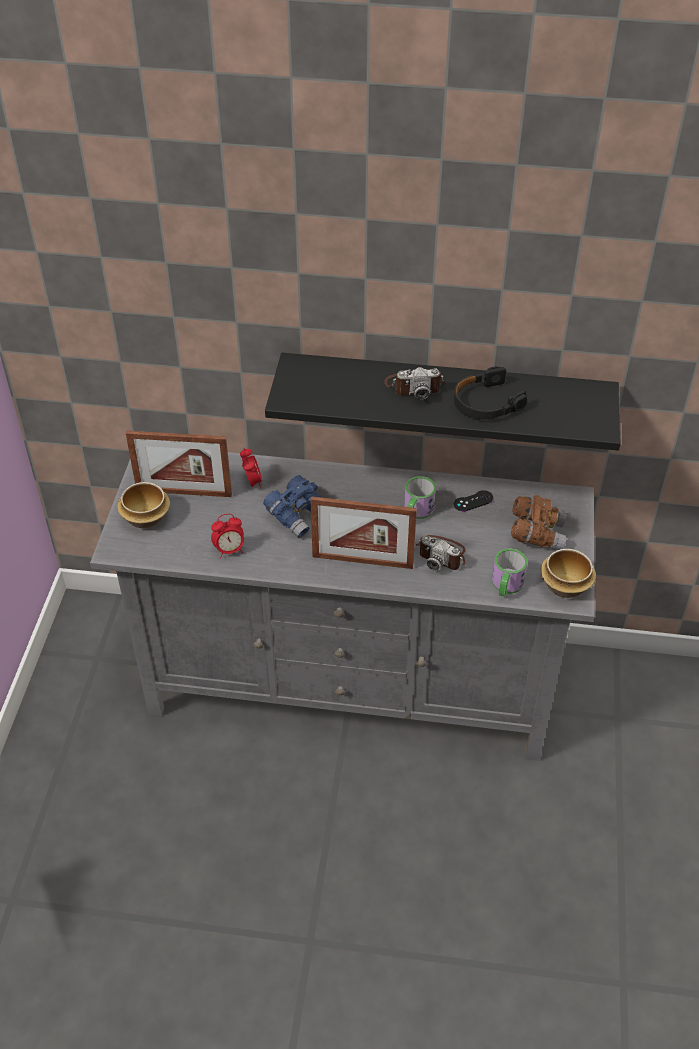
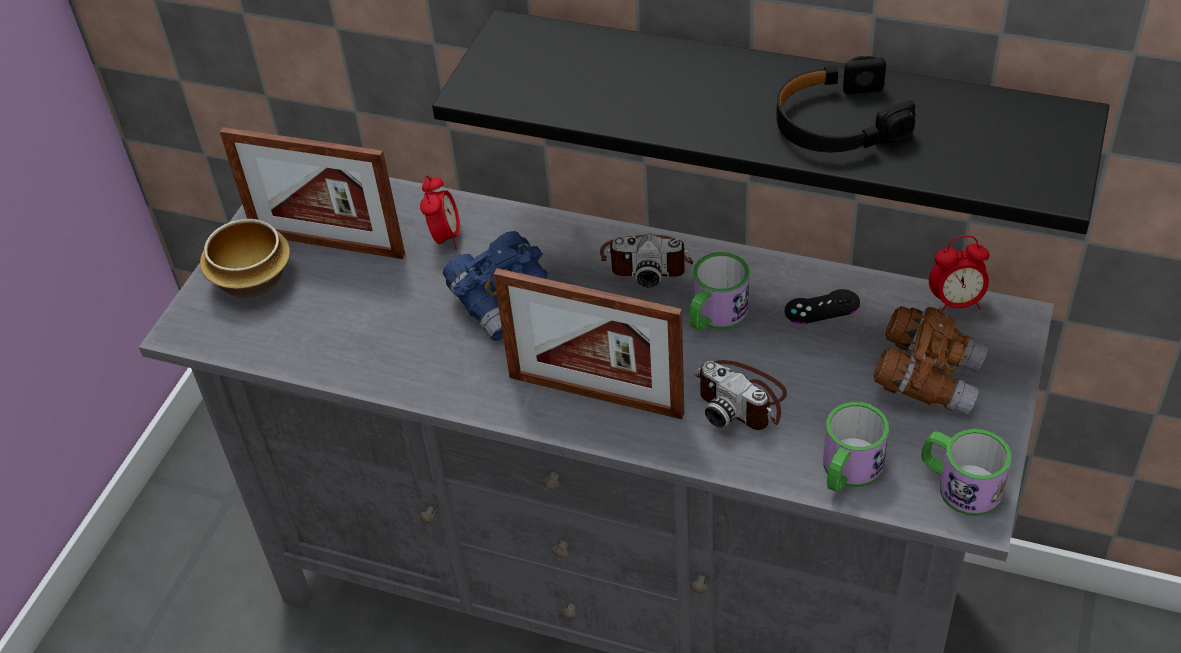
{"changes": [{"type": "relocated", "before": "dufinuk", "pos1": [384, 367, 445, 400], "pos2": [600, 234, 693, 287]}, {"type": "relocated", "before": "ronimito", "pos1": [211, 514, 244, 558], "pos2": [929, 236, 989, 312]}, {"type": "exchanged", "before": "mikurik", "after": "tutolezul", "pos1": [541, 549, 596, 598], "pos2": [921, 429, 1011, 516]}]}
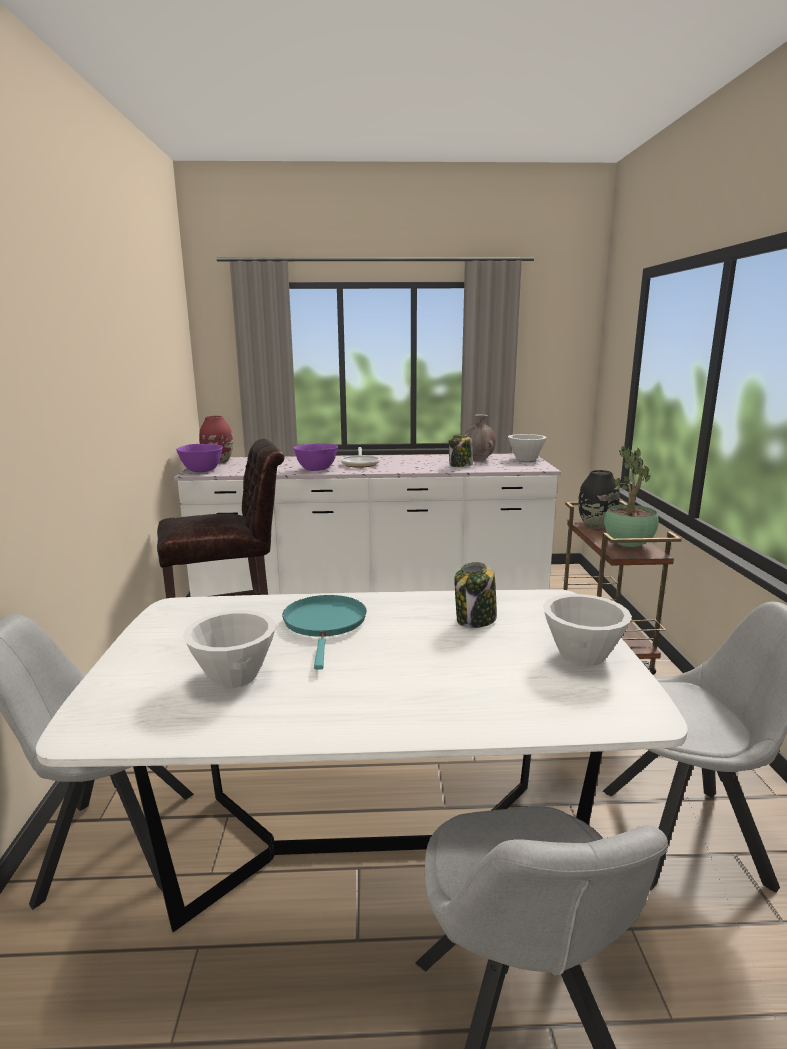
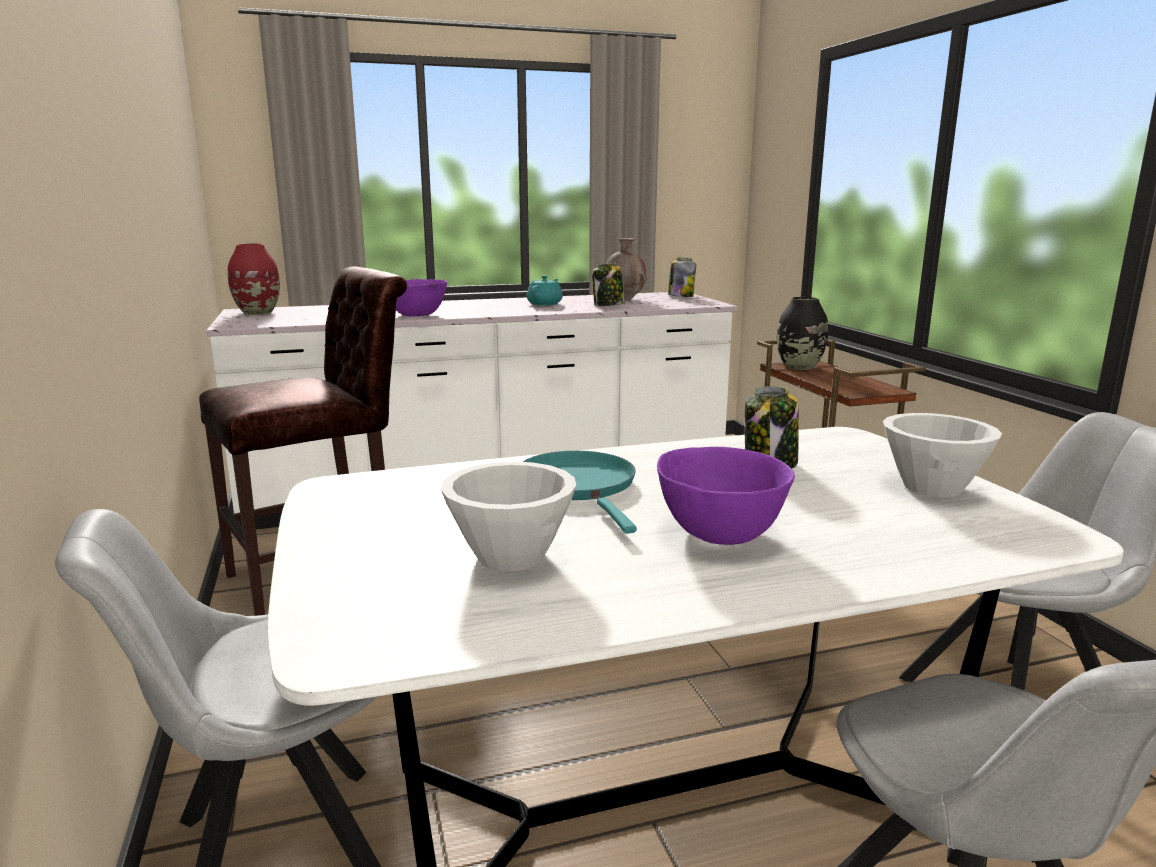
{"changes": [{"type": "exchanged", "before": "mikurik (white)", "after": "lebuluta", "pos1": [508, 434, 547, 461], "pos2": [668, 257, 696, 297]}, {"type": "relocated", "before": "mikurik (purple)", "pos1": [176, 444, 223, 472], "pos2": [657, 447, 795, 545]}, {"type": "missing", "before": "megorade", "pos1": [604, 446, 659, 547]}, {"type": "missing", "before": "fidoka", "pos1": [341, 447, 380, 468]}, {"type": "appeared", "after": "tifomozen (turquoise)", "pos2": [527, 275, 563, 305]}]}
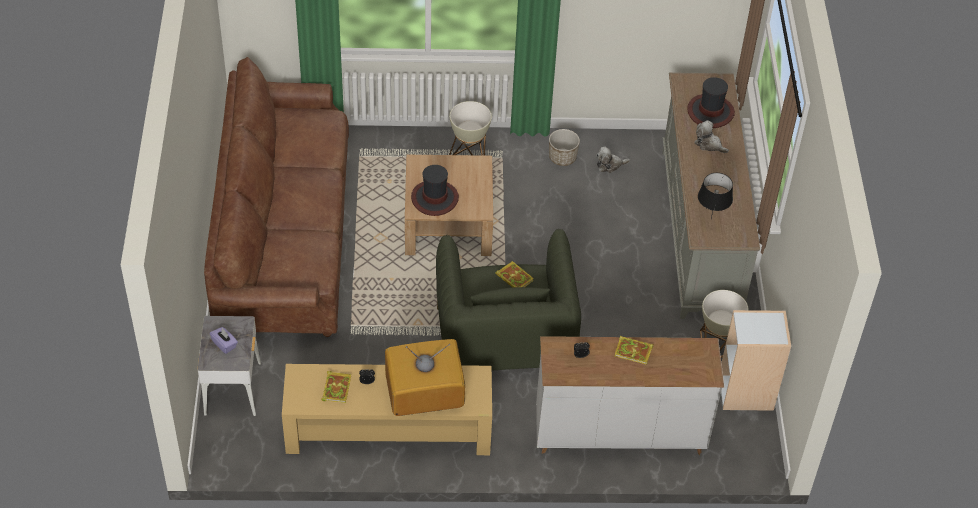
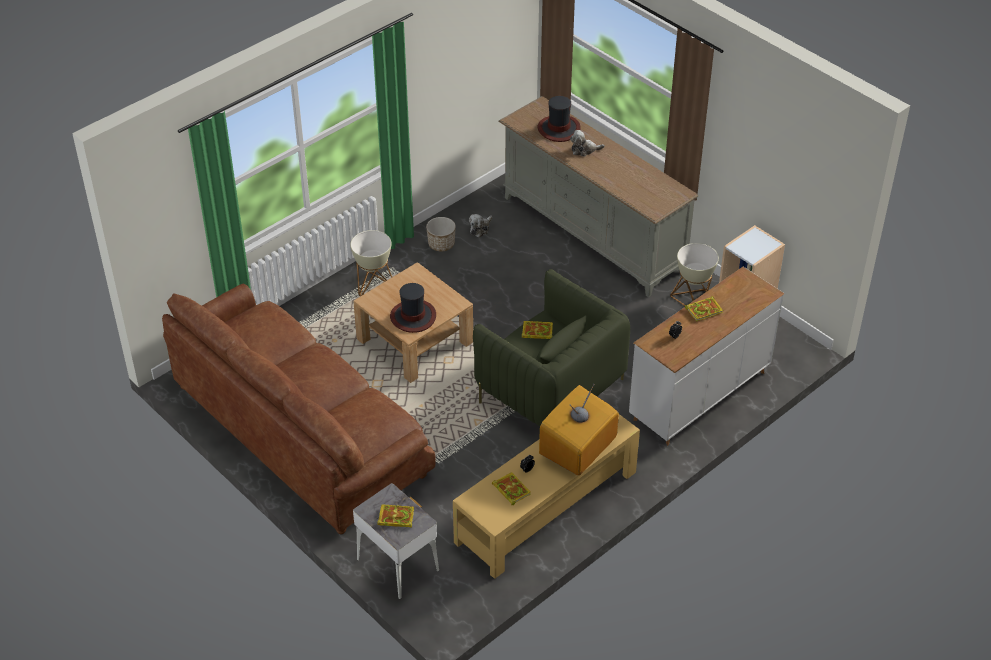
{"changes": [{"type": "missing", "before": "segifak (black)", "pos1": [698, 173, 733, 219]}, {"type": "exchanged", "before": "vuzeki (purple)", "after": "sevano", "pos1": [210, 327, 238, 354], "pos2": [377, 504, 414, 528]}]}
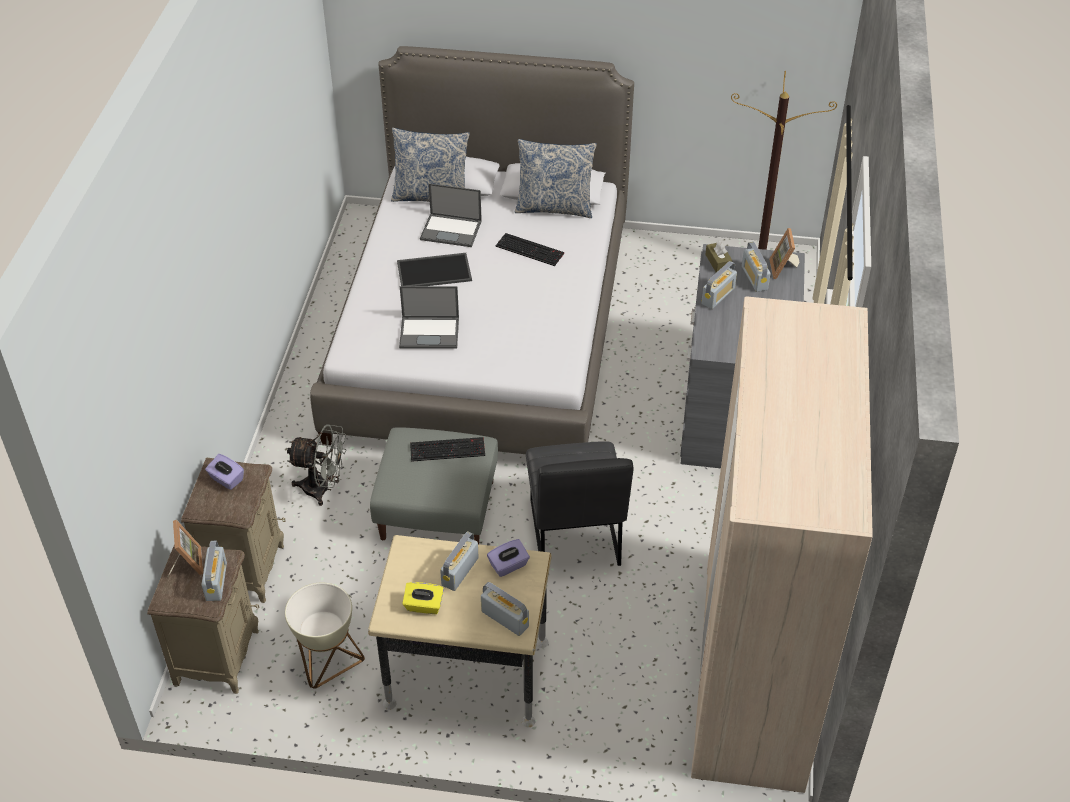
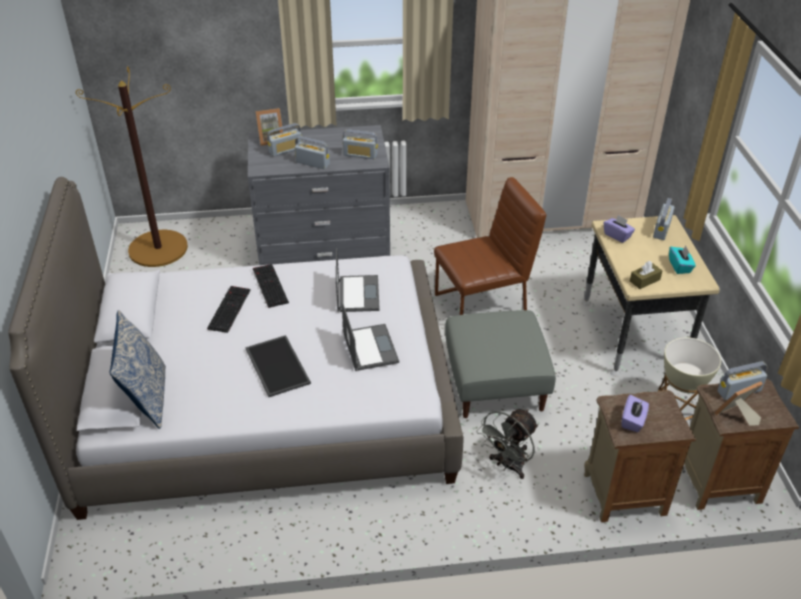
{"changes": [{"type": "missing", "before": "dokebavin", "pos1": [515, 139, 597, 218]}, {"type": "relocated", "before": "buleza", "pos1": [420, 183, 482, 247], "pos2": [336, 248, 380, 312]}, {"type": "relocated", "before": "vuzeki (brown)", "pos1": [705, 241, 732, 273], "pos2": [630, 261, 662, 289]}, {"type": "spun", "before": "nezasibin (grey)", "pos1": [287, 424, 346, 506], "pos2": [477, 409, 538, 479], "turn": -135}, {"type": "relocated", "before": "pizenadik", "pos1": [410, 437, 485, 462], "pos2": [253, 264, 289, 308]}, {"type": "colour", "before": "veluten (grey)", "after": "veluten (brown)", "pos1": [526, 441, 634, 566], "pos2": [434, 177, 546, 315]}, {"type": "relocated", "before": "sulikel", "pos1": [440, 531, 479, 591], "pos2": [343, 129, 378, 159]}, {"type": "colour", "before": "vuzeki (yellow)", "after": "vuzeki (turquoise)", "pos1": [402, 582, 444, 614], "pos2": [669, 246, 696, 274]}]}
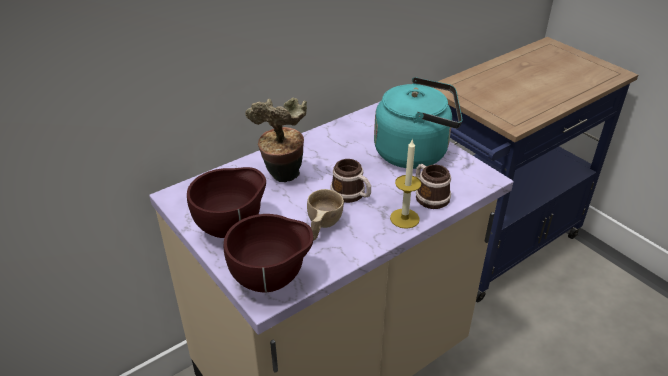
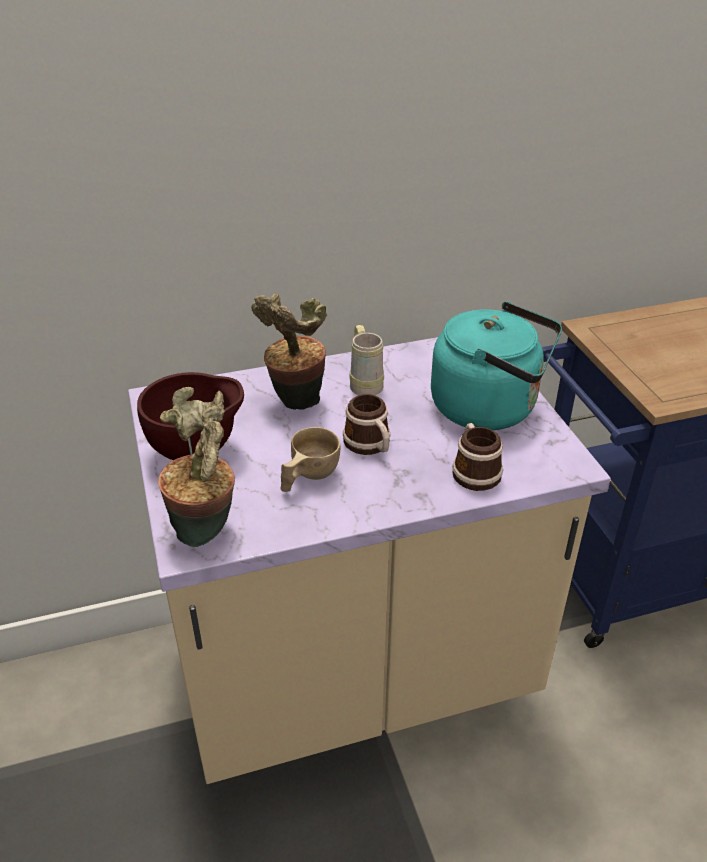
{"changes": [{"type": "missing", "before": "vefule", "pos1": [390, 138, 421, 229]}, {"type": "exchanged", "before": "mikurik (brown)", "after": "megorade", "pos1": [224, 214, 313, 292], "pos2": [158, 387, 235, 547]}, {"type": "appeared", "after": "tutolezul (beige)", "pos2": [349, 325, 384, 395]}]}
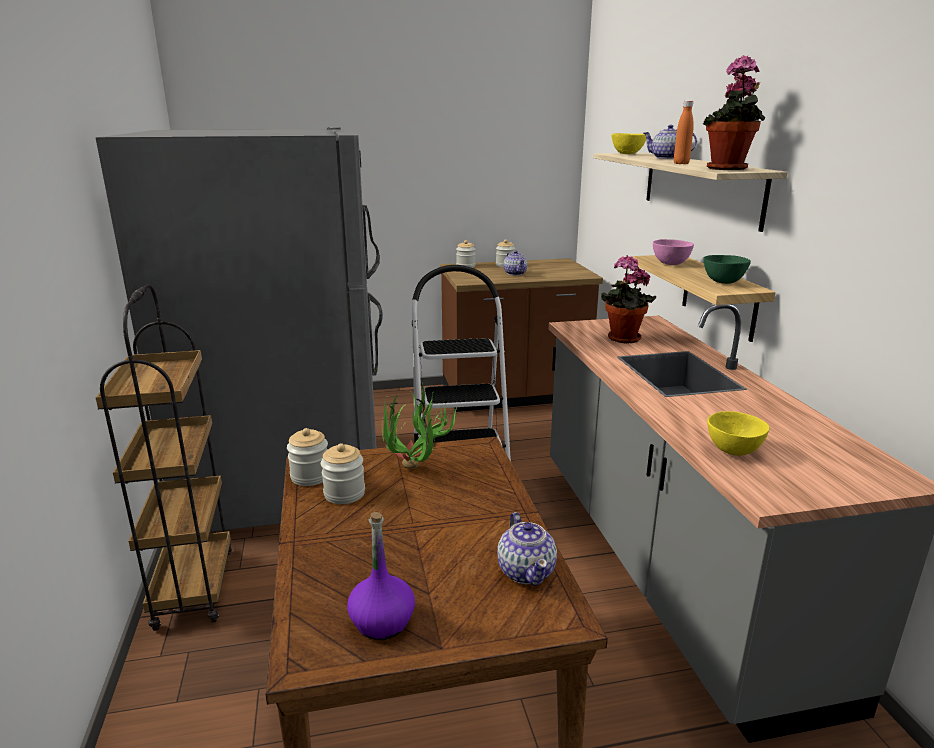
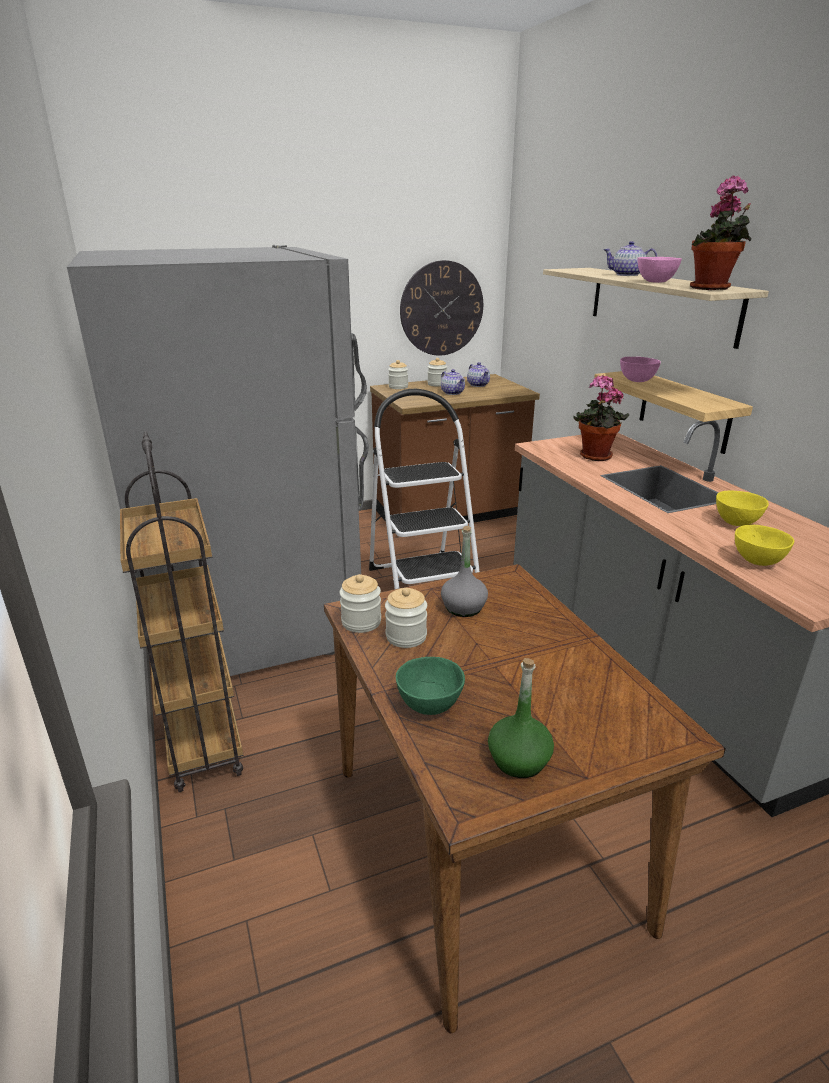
{"changes": [{"type": "exchanged", "before": "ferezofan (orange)", "after": "mikurik (pink)", "pos1": [674, 101, 694, 164], "pos2": [638, 257, 682, 283]}, {"type": "relocated", "before": "mikurik (yellow)", "pos1": [611, 133, 646, 154], "pos2": [716, 490, 769, 526]}, {"type": "relocated", "before": "mikurik (green)", "pos1": [704, 255, 751, 284], "pos2": [396, 657, 465, 715]}, {"type": "exchanged", "before": "megorade", "after": "ferezofan (grey)", "pos1": [382, 384, 457, 469], "pos2": [441, 526, 488, 617]}, {"type": "colour", "before": "ferezofan (purple)", "after": "ferezofan (green)", "pos1": [347, 512, 415, 640], "pos2": [488, 658, 554, 778]}, {"type": "relocated", "before": "tifomozen", "pos1": [497, 512, 557, 586], "pos2": [467, 362, 490, 387]}, {"type": "appeared", "after": "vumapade", "pos2": [400, 260, 483, 356]}]}
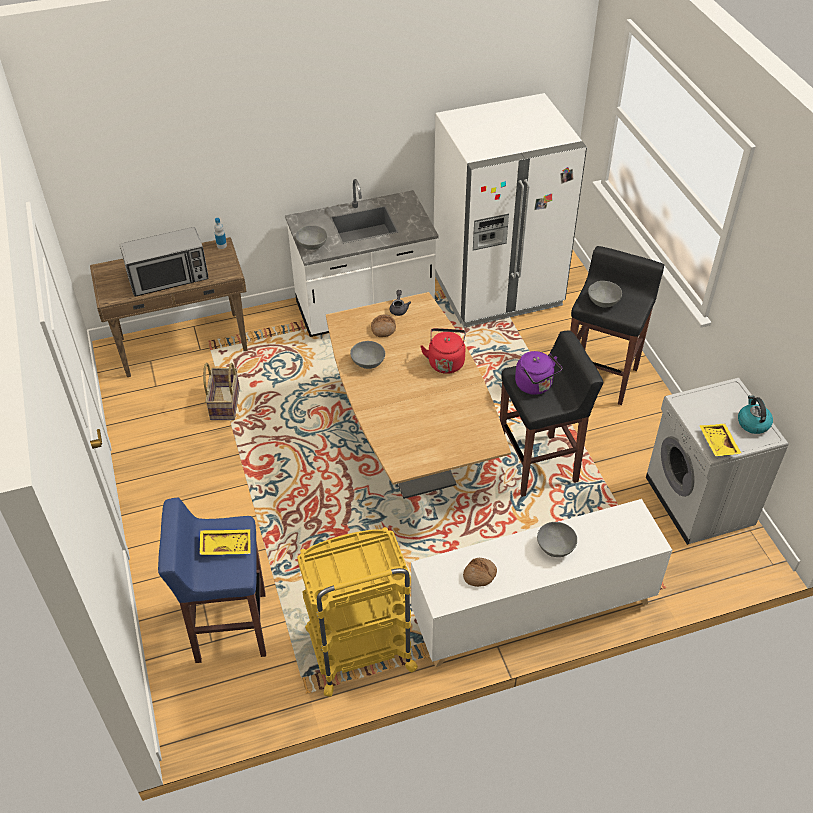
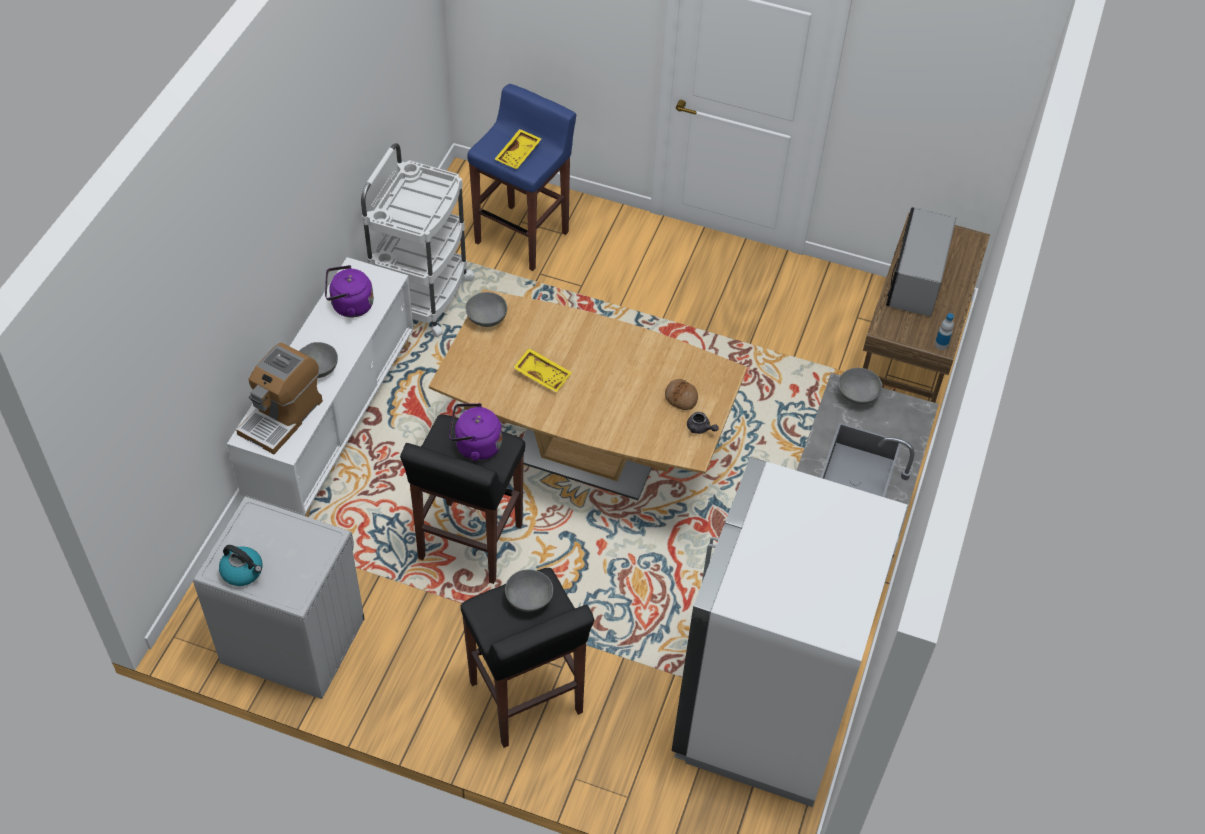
{"changes": [{"type": "missing", "before": "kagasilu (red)", "pos1": [420, 328, 466, 374]}, {"type": "relocated", "before": "mikurik (grey)", "pos1": [350, 341, 385, 369], "pos2": [466, 292, 507, 327]}, {"type": "missing", "before": "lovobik", "pos1": [203, 363, 240, 420]}, {"type": "relocated", "before": "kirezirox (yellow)", "pos1": [699, 424, 742, 456], "pos2": [513, 348, 572, 393]}, {"type": "colour", "before": "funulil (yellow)", "after": "funulil (white)", "pos1": [297, 527, 418, 697], "pos2": [361, 143, 475, 337]}, {"type": "exchanged", "before": "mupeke", "after": "kagasilu (purple)", "pos1": [463, 558, 497, 587], "pos2": [325, 265, 374, 318]}, {"type": "appeared", "after": "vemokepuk", "pos2": [236, 343, 323, 454]}]}
